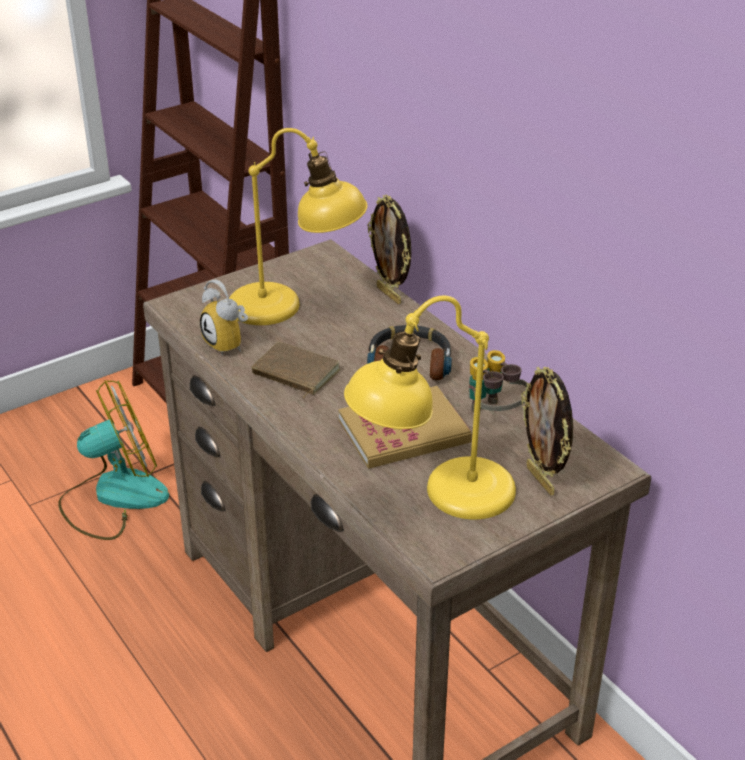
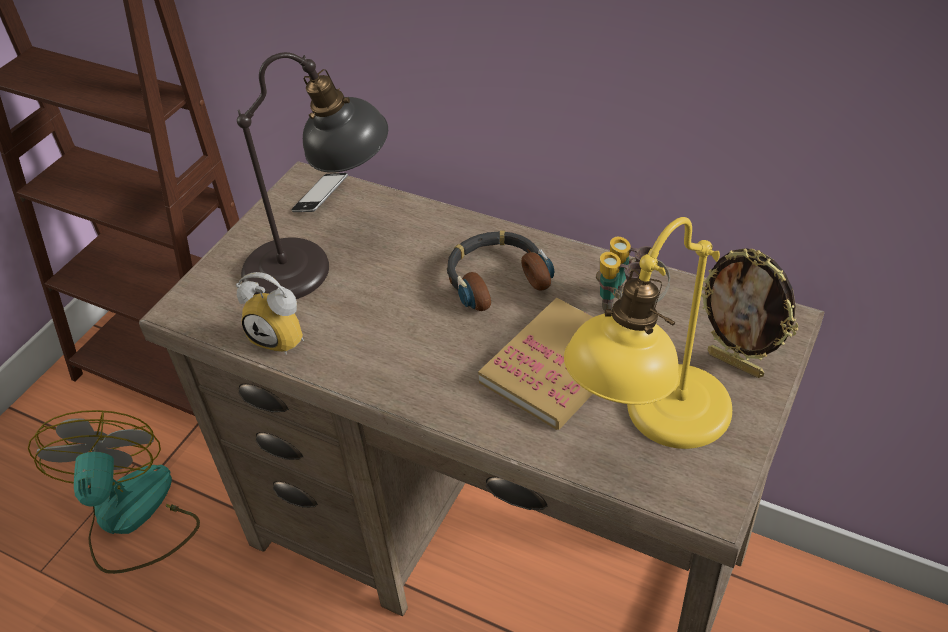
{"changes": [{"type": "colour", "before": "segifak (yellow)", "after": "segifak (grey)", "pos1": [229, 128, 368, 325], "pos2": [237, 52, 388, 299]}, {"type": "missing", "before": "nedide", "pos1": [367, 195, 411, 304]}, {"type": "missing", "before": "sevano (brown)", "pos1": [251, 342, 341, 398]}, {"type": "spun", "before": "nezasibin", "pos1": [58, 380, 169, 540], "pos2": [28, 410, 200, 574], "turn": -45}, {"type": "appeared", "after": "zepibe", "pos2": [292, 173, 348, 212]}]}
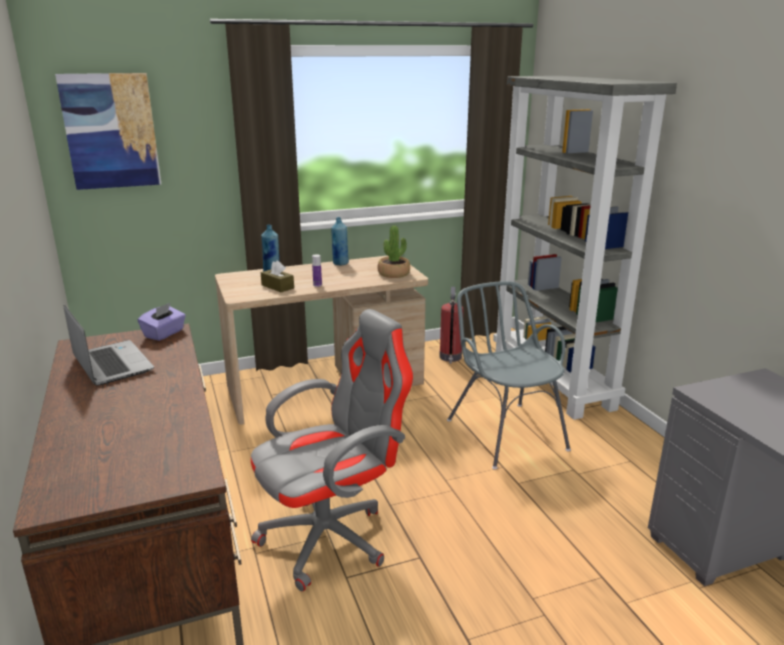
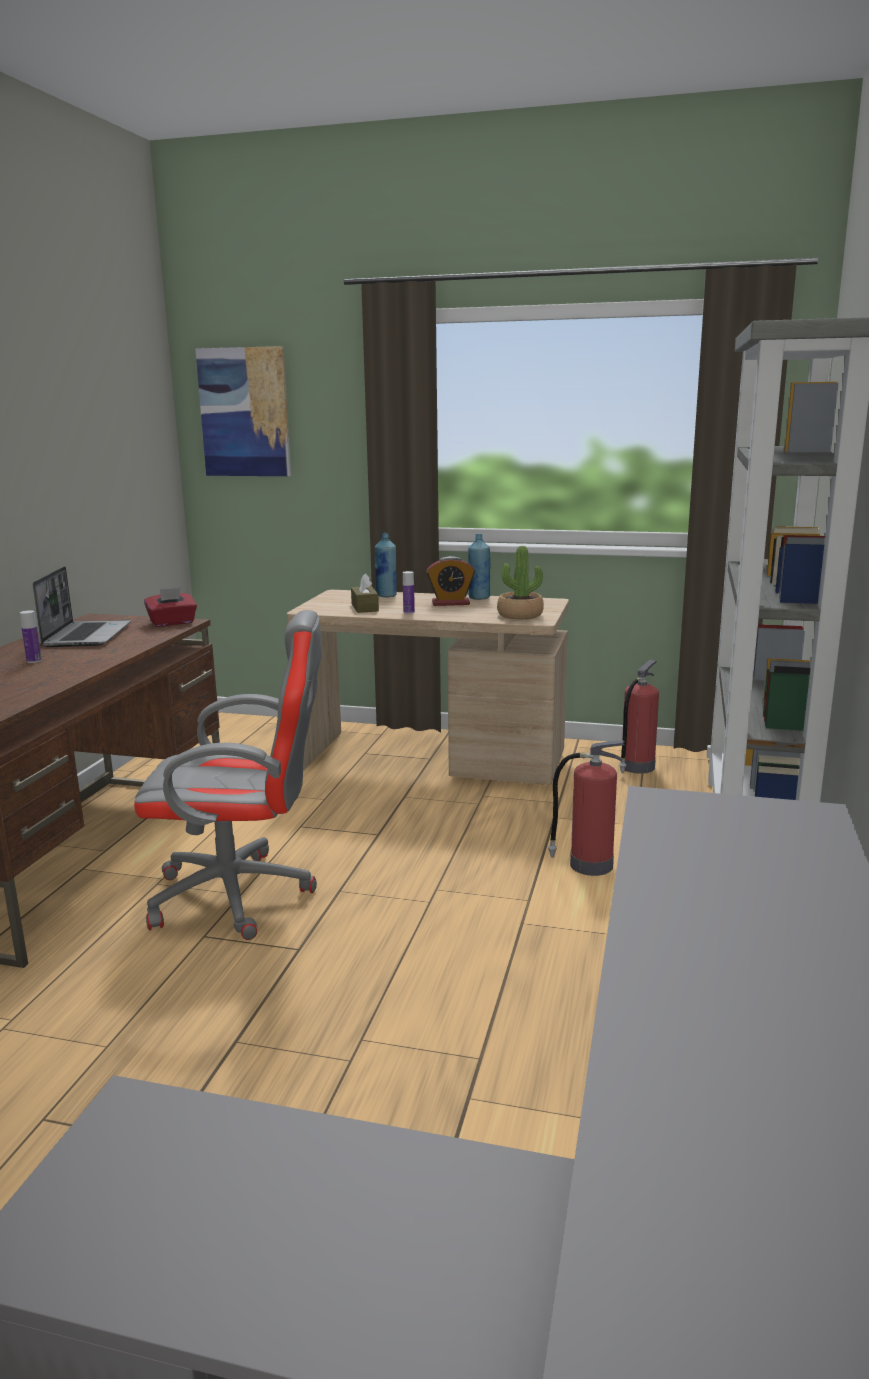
{"changes": [{"type": "exchanged", "before": "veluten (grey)", "after": "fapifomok", "pos1": [447, 281, 571, 470], "pos2": [548, 740, 624, 876]}, {"type": "colour", "before": "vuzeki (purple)", "after": "vuzeki (red)", "pos1": [138, 303, 186, 341], "pos2": [144, 588, 197, 627]}, {"type": "appeared", "after": "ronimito", "pos2": [426, 556, 475, 606]}, {"type": "appeared", "after": "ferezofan", "pos2": [20, 610, 42, 663]}]}
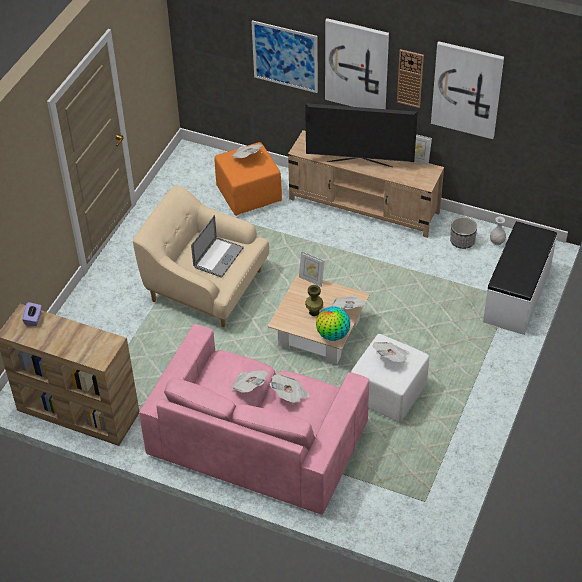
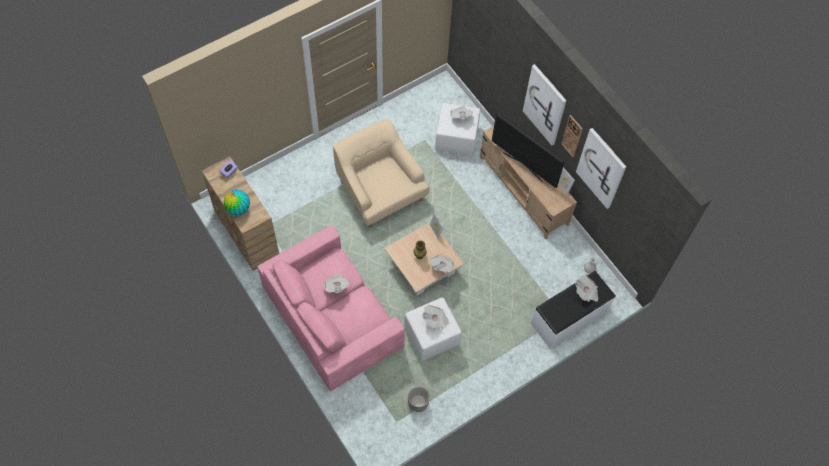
{"changes": [{"type": "missing", "before": "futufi", "pos1": [251, 20, 318, 93]}, {"type": "colour", "before": "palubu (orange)", "after": "palubu (white)", "pos1": [215, 142, 282, 216], "pos2": [435, 103, 480, 156]}, {"type": "missing", "before": "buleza", "pos1": [191, 215, 244, 278]}, {"type": "relocated", "before": "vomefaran", "pos1": [450, 217, 477, 249], "pos2": [408, 387, 430, 412]}, {"type": "relocated", "before": "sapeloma", "pos1": [316, 306, 350, 341], "pos2": [224, 190, 250, 215]}, {"type": "relocated", "before": "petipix", "pos1": [269, 374, 310, 403], "pos2": [575, 276, 598, 302]}]}
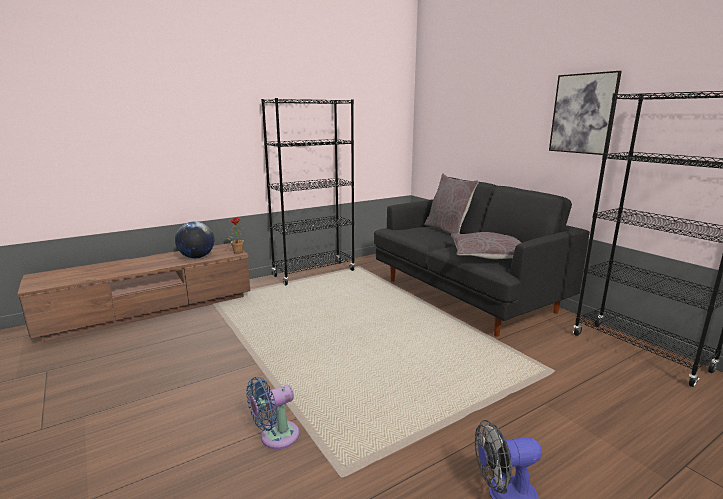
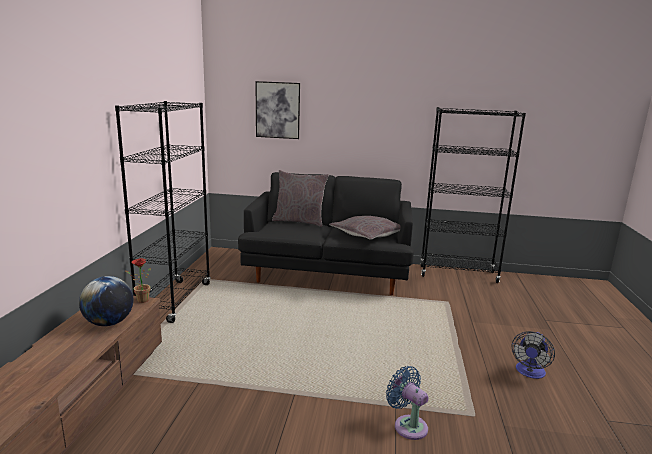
{"changes": [{"type": "relocated", "before": "futufi", "pos1": [549, 71, 622, 155], "pos2": [255, 81, 300, 139]}, {"type": "spun", "before": "nezasibin (blue)", "pos1": [246, 377, 299, 449], "pos2": [386, 366, 429, 440], "turn": 135}]}
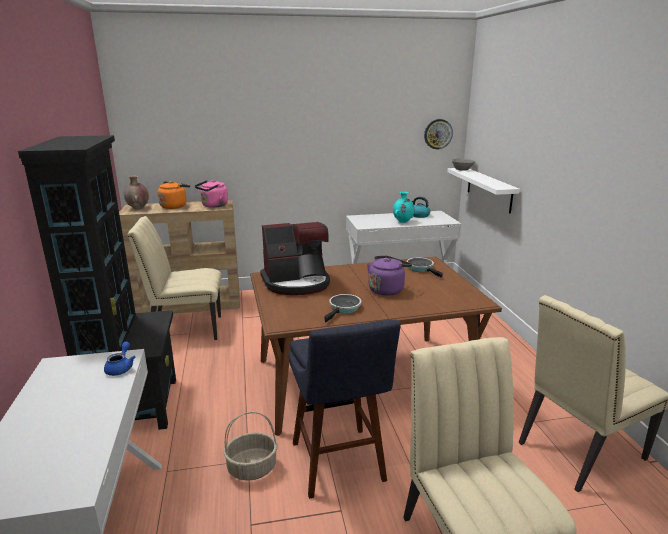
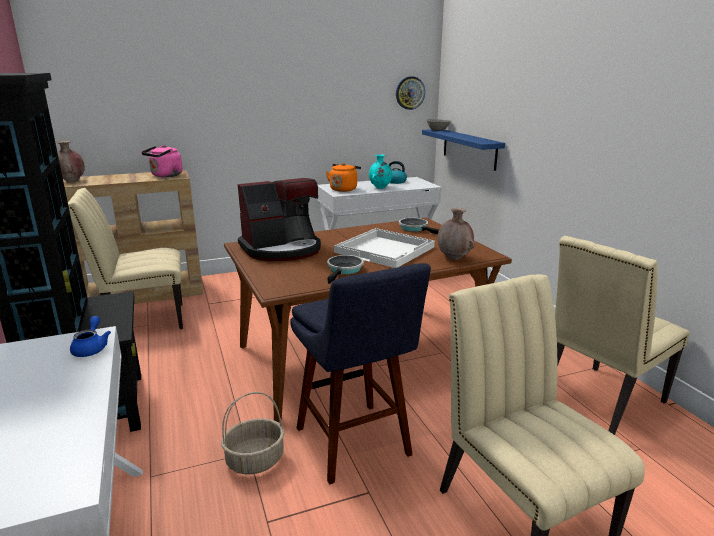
{"changes": [{"type": "colour", "before": "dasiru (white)", "after": "dasiru (blue)", "pos1": [447, 168, 520, 213], "pos2": [422, 129, 505, 171]}, {"type": "relocated", "before": "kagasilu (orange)", "pos1": [158, 181, 190, 209], "pos2": [326, 163, 361, 192]}, {"type": "exchanged", "before": "kagasilu (purple)", "after": "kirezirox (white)", "pos1": [367, 256, 412, 296], "pos2": [334, 228, 435, 268]}, {"type": "appeared", "after": "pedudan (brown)", "pos2": [437, 208, 475, 260]}]}
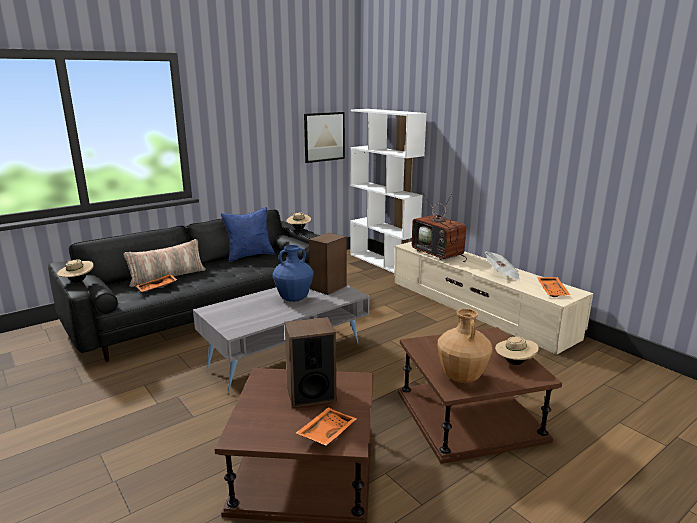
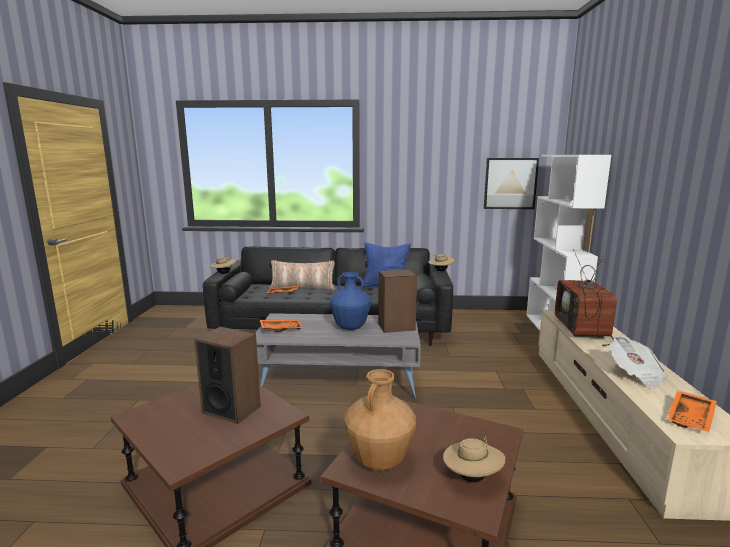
{"changes": [{"type": "relocated", "before": "kirezirox (orange)", "pos1": [296, 407, 357, 446], "pos2": [260, 320, 303, 332]}]}
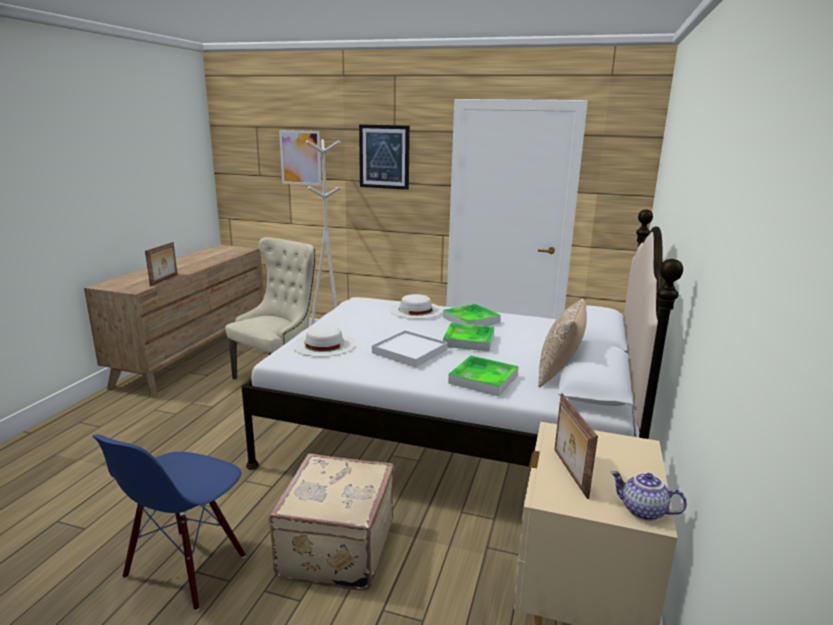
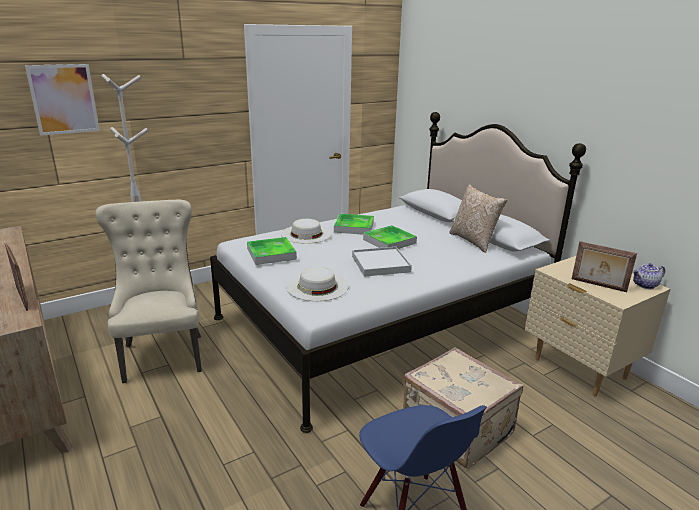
{"changes": [{"type": "missing", "before": "futufi", "pos1": [359, 124, 410, 190]}, {"type": "relocated", "before": "kirezirox", "pos1": [448, 355, 519, 396], "pos2": [247, 237, 297, 265]}]}
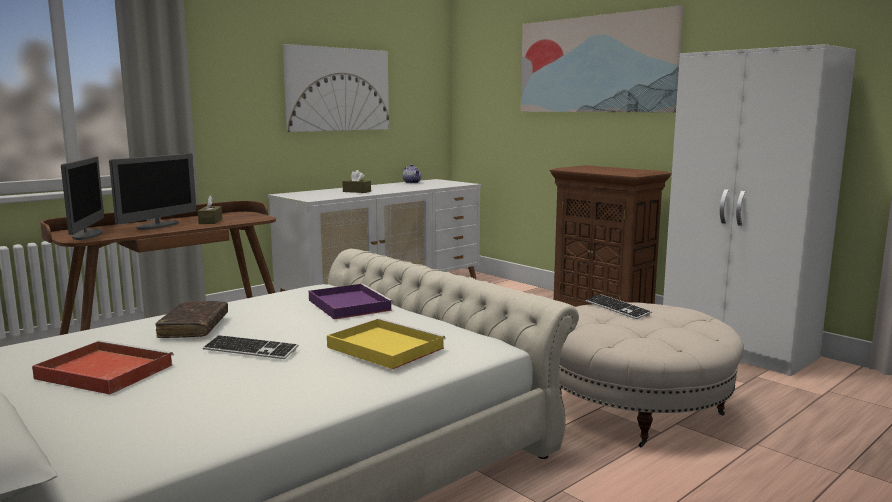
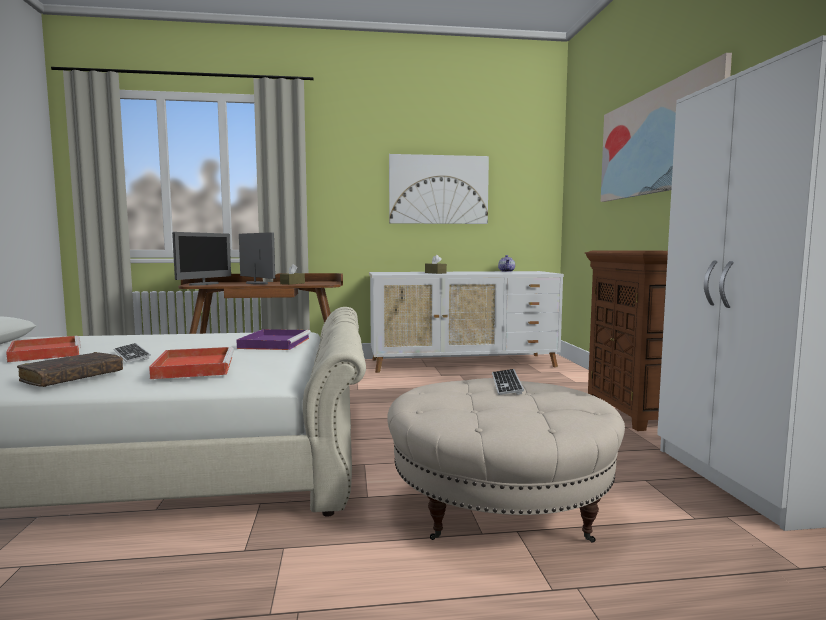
{"changes": [{"type": "spun", "before": "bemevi", "pos1": [109, 154, 197, 230], "pos2": [239, 232, 275, 285], "turn": -105}, {"type": "relocated", "before": "sevano (brown)", "pos1": [155, 301, 228, 338], "pos2": [17, 352, 123, 387]}, {"type": "colour", "before": "kirezirox (yellow)", "after": "kirezirox (red)", "pos1": [327, 318, 445, 369], "pos2": [149, 347, 234, 379]}]}
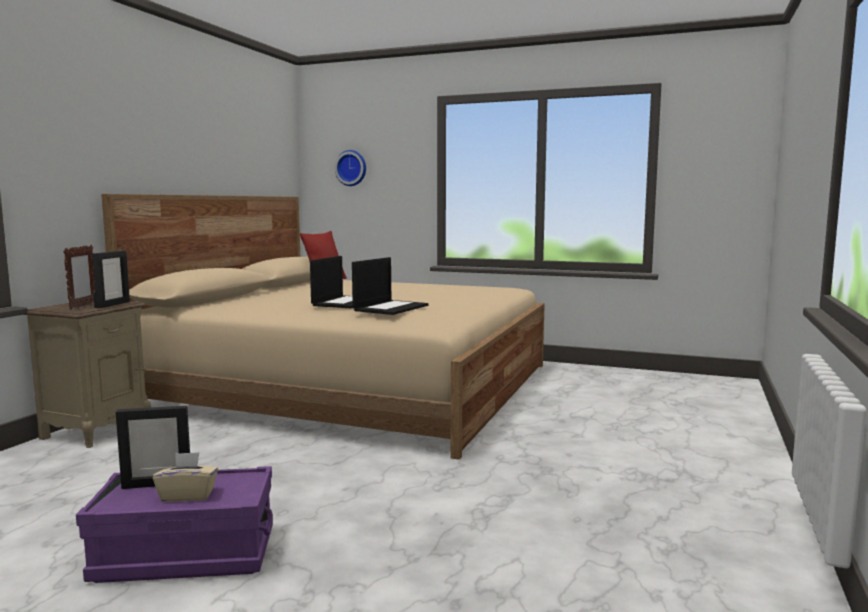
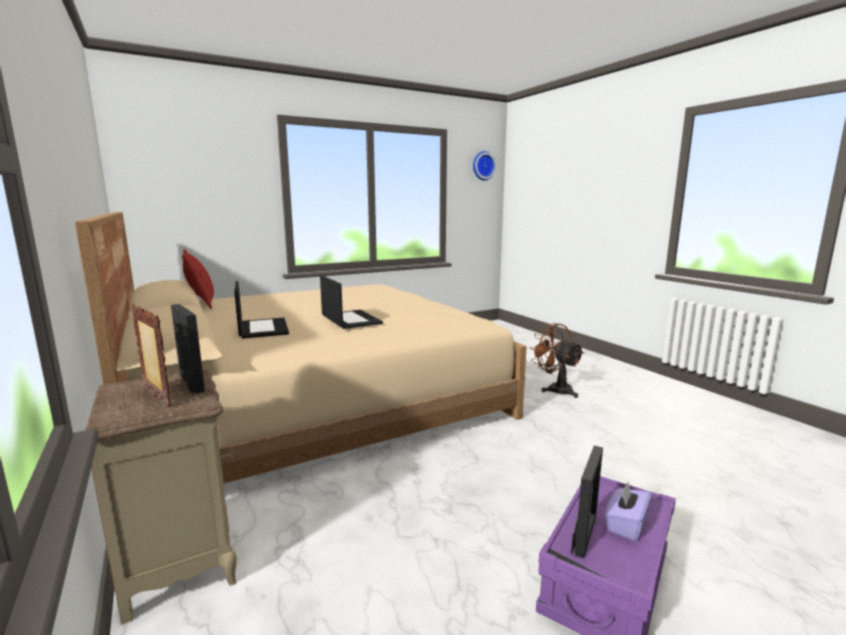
{"changes": [{"type": "relocated", "before": "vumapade", "pos1": [335, 150, 366, 186], "pos2": [473, 151, 496, 180]}, {"type": "relocated", "before": "buleza", "pos1": [352, 257, 429, 315], "pos2": [234, 281, 289, 339]}, {"type": "colour", "before": "vuzeki (beige)", "after": "vuzeki (purple)", "pos1": [153, 452, 218, 502], "pos2": [605, 482, 652, 541]}, {"type": "appeared", "after": "nezasibin (brown)", "pos2": [530, 323, 584, 398]}]}
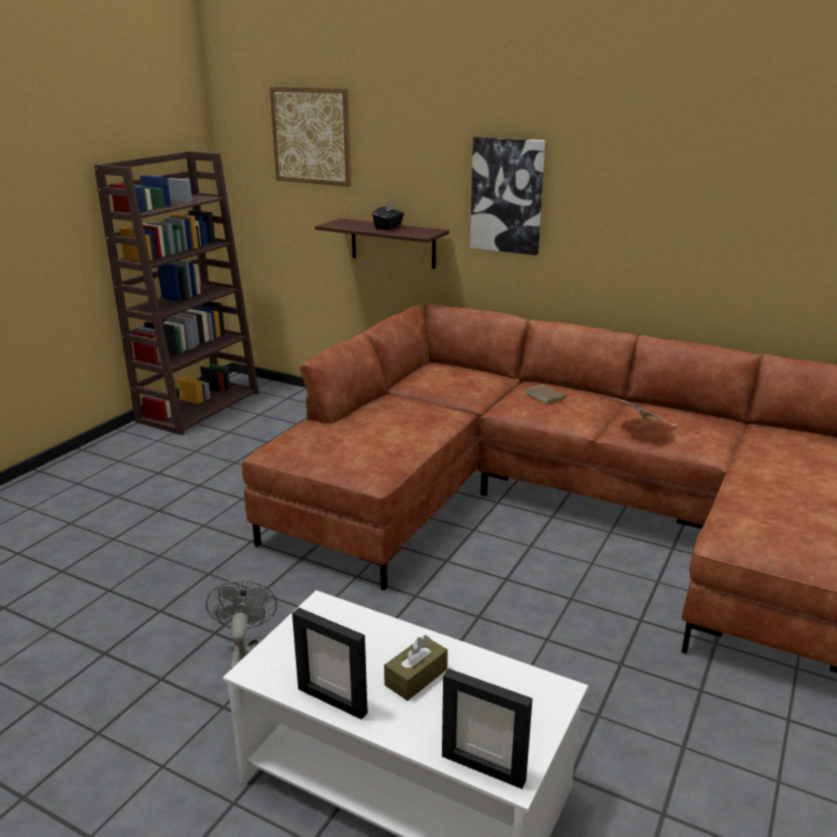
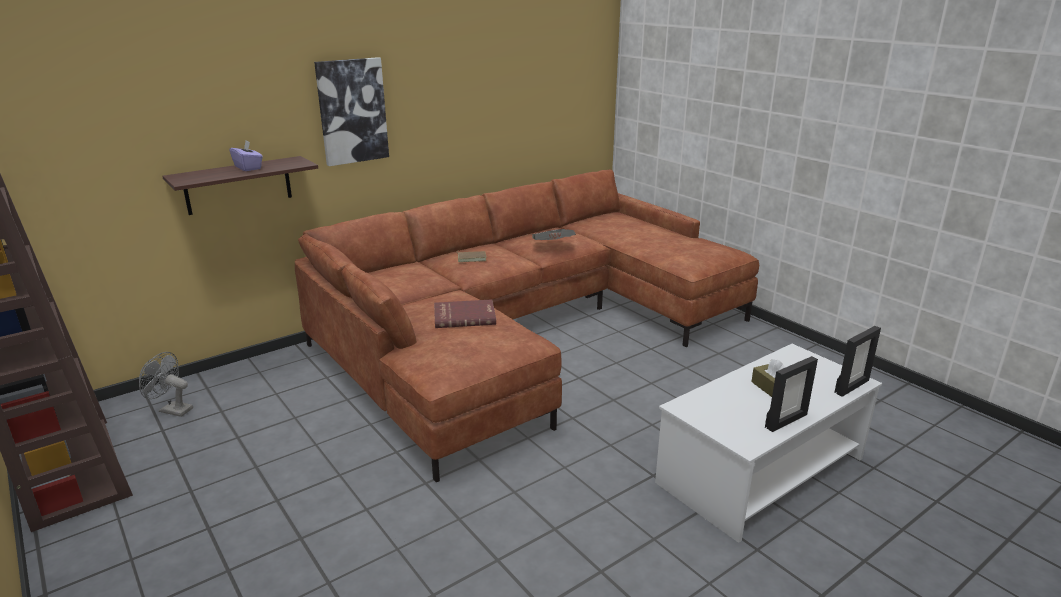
{"changes": [{"type": "missing", "before": "futufi", "pos1": [269, 85, 351, 187]}, {"type": "colour", "before": "vuzeki (black)", "after": "vuzeki (purple)", "pos1": [372, 202, 404, 230], "pos2": [229, 141, 263, 171]}, {"type": "relocated", "before": "nezasibin (grey)", "pos1": [206, 579, 277, 670], "pos2": [139, 352, 193, 417]}, {"type": "appeared", "after": "sevano (red)", "pos2": [434, 299, 496, 328]}]}
